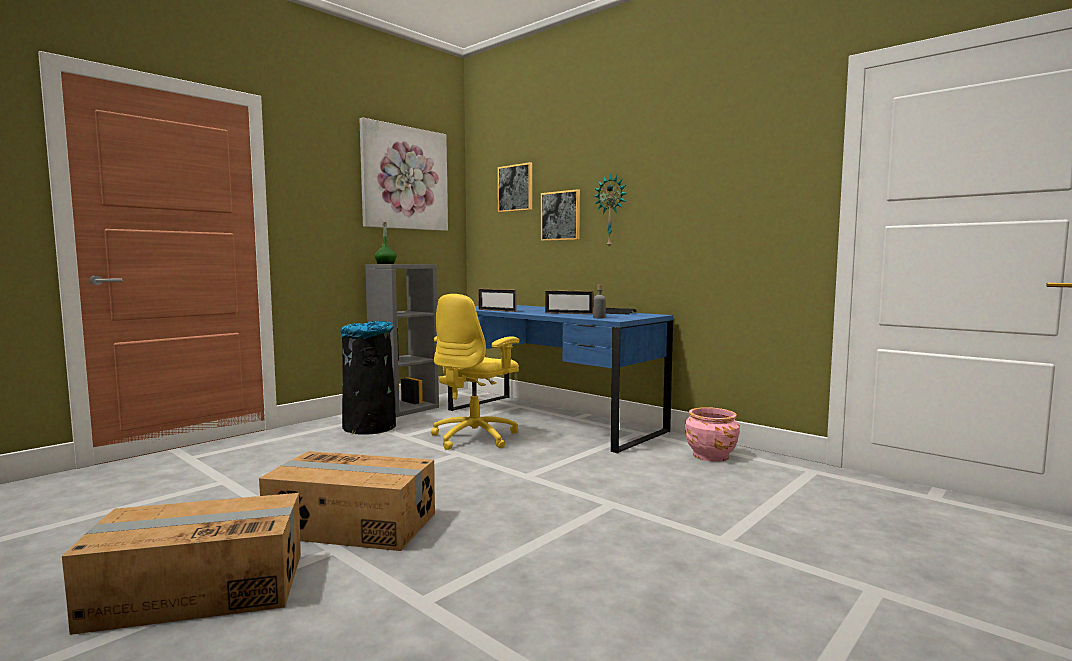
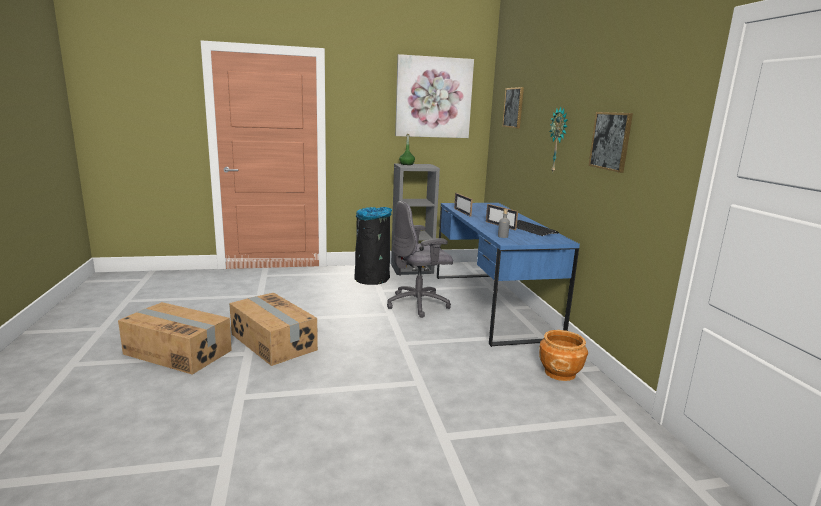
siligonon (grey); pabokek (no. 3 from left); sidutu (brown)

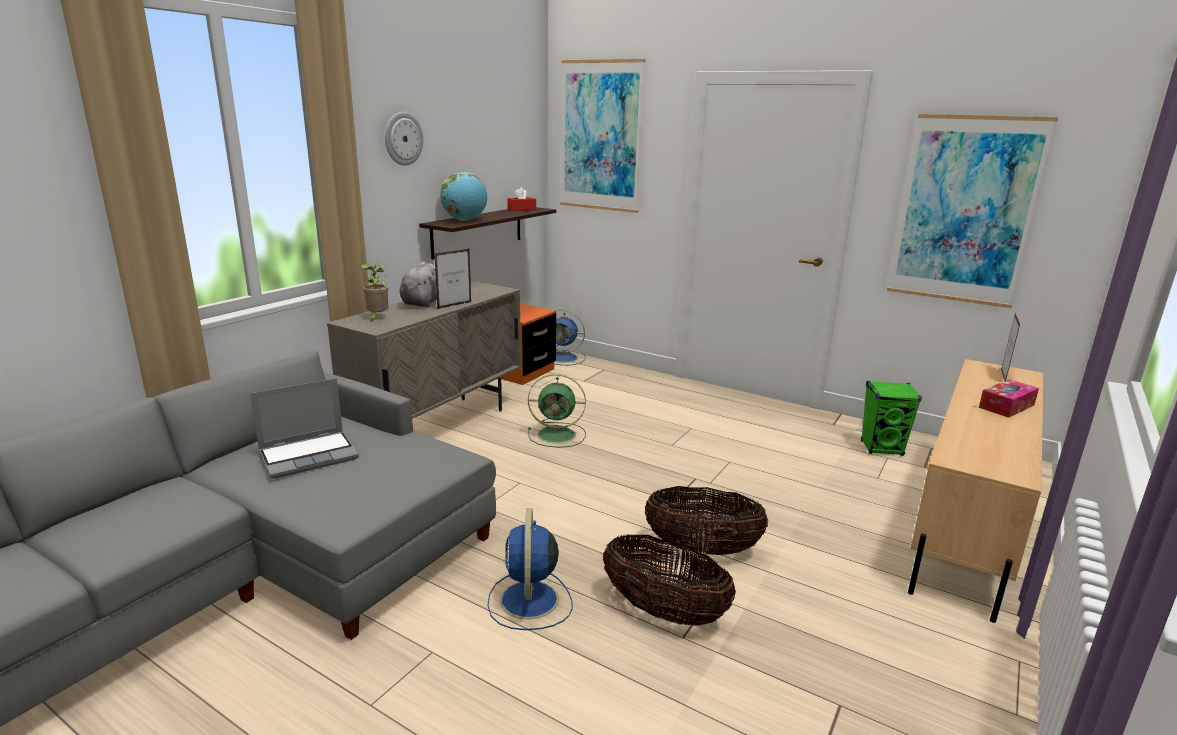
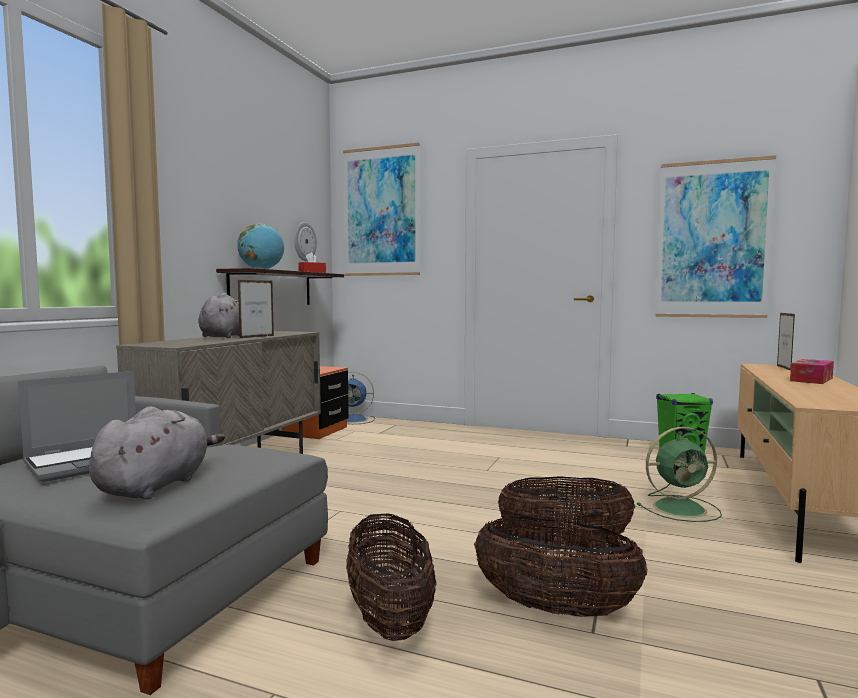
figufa; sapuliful; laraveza (no. 1 from left); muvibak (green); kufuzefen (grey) (no. 1 from left)

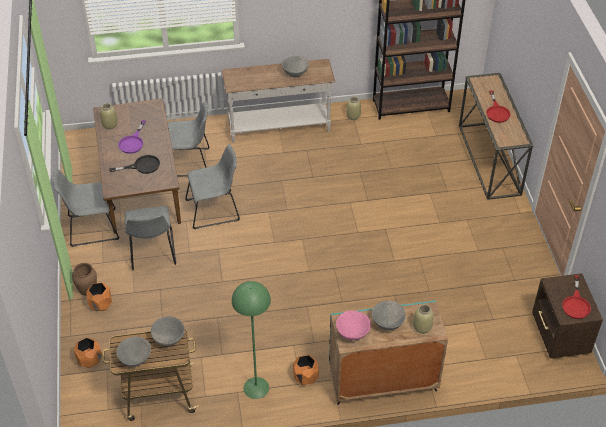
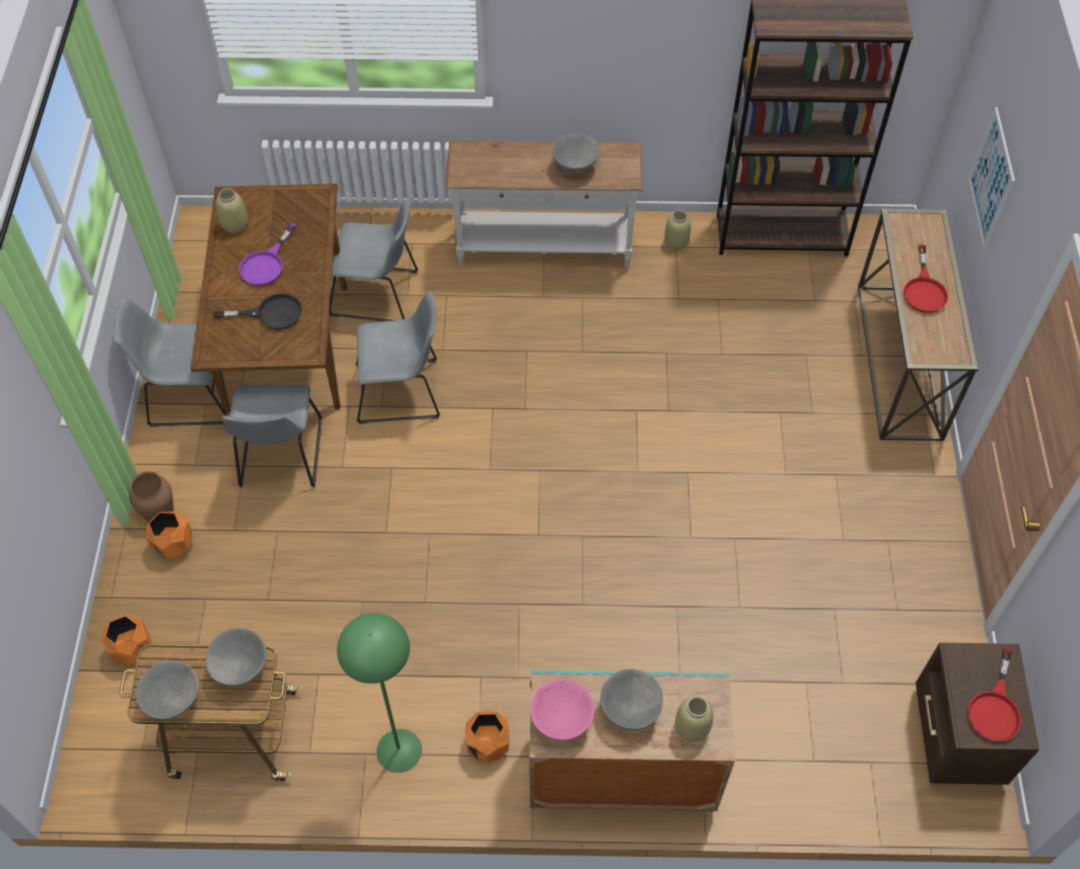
pabokek

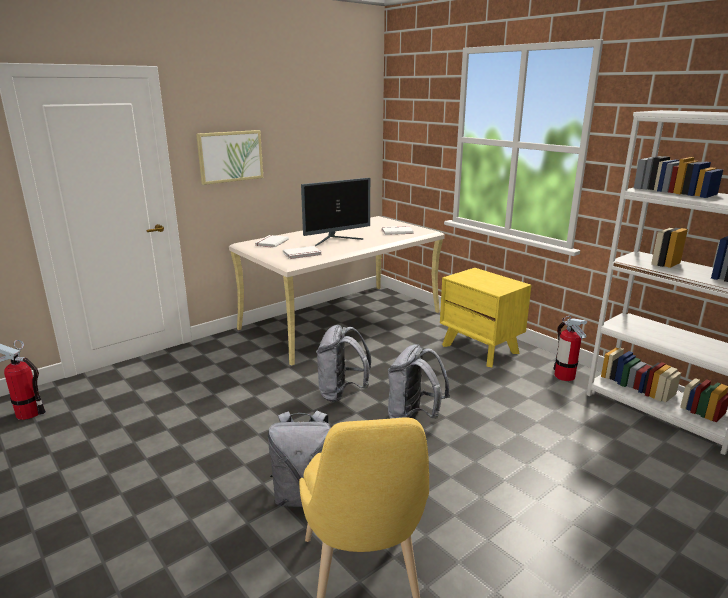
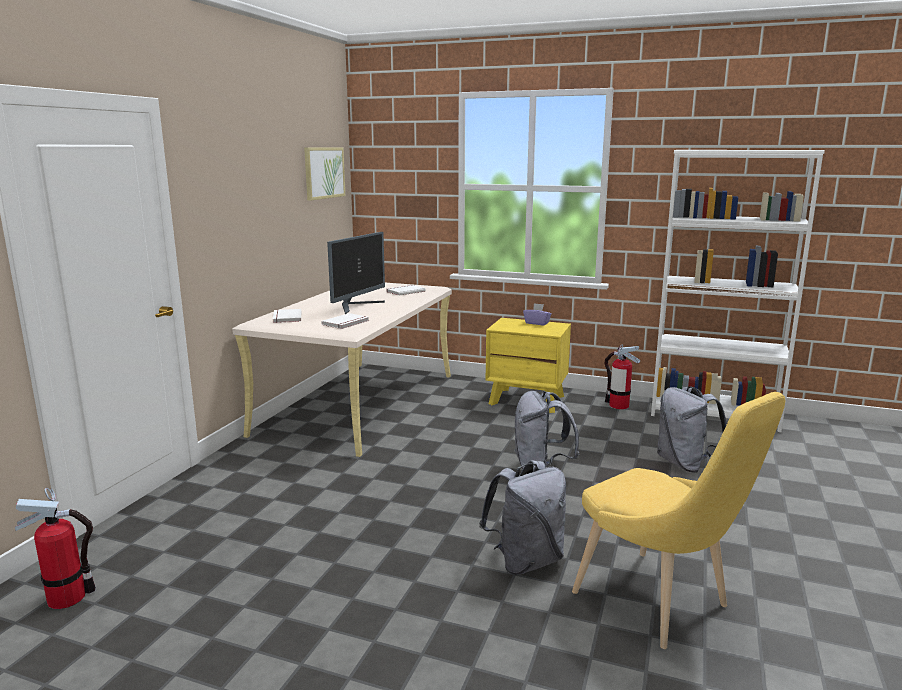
pabokek; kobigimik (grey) (no. 3 from left); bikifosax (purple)

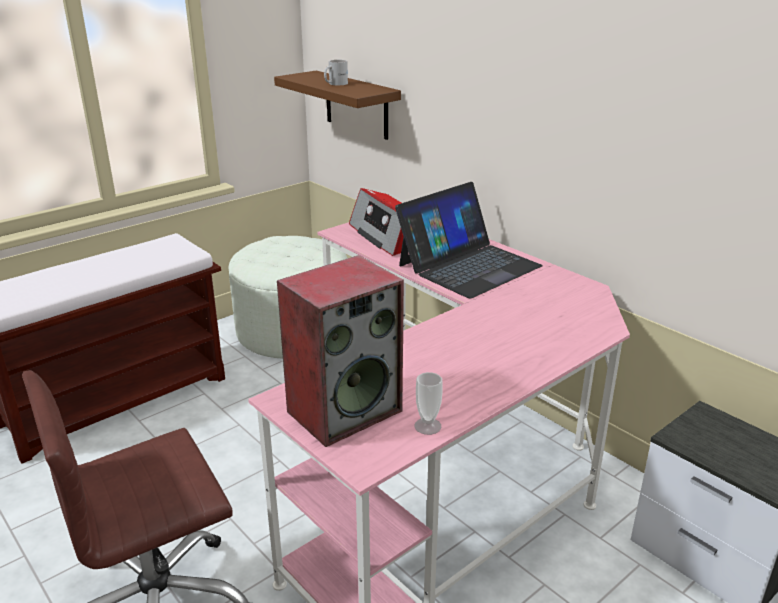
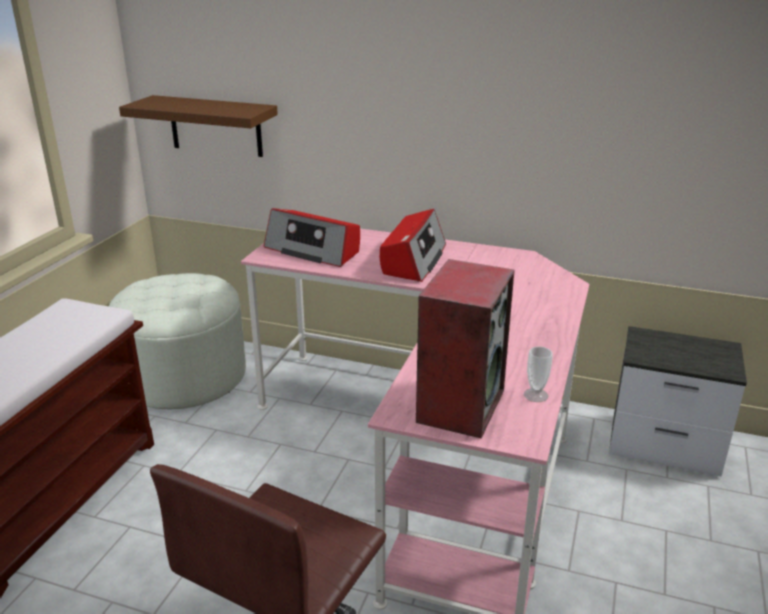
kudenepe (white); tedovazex (no. 2 from left)

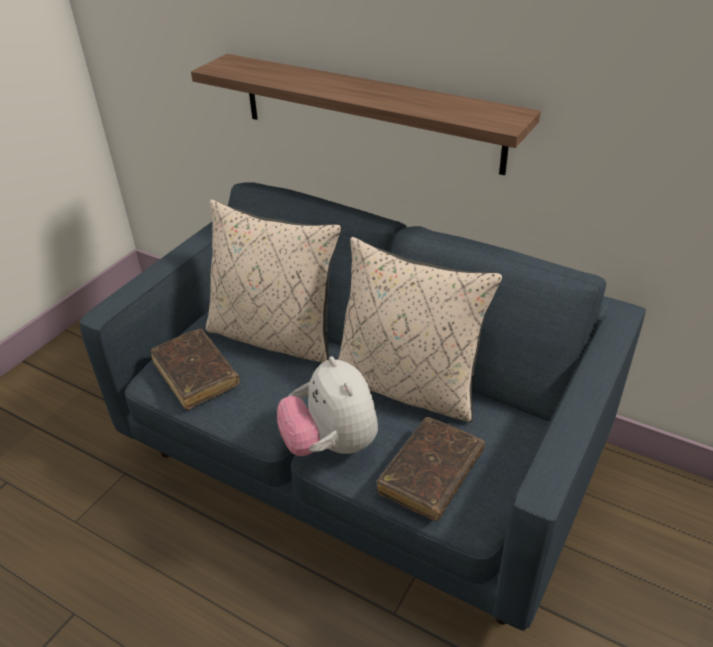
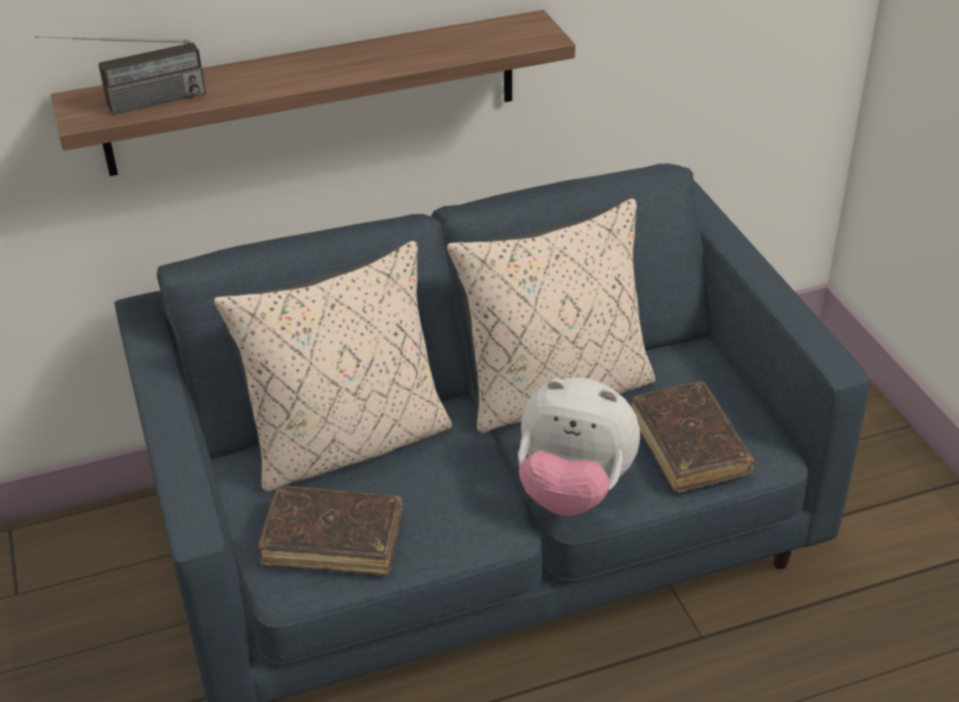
tedovazex

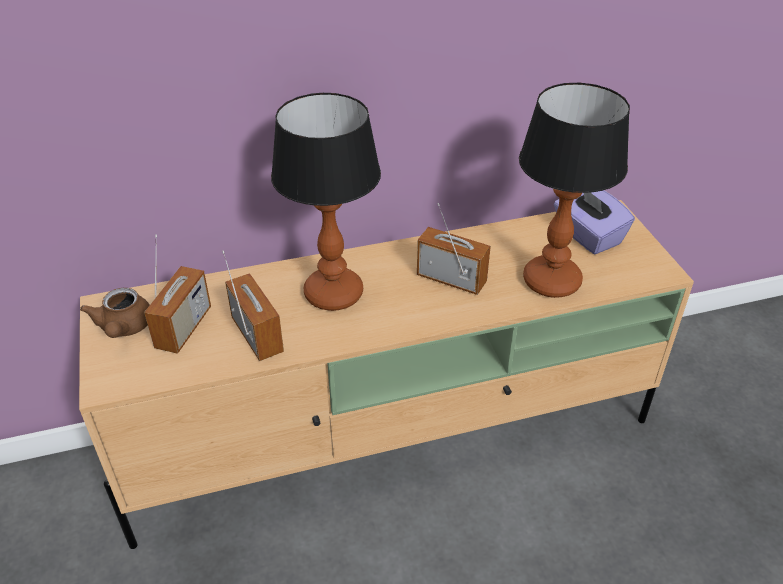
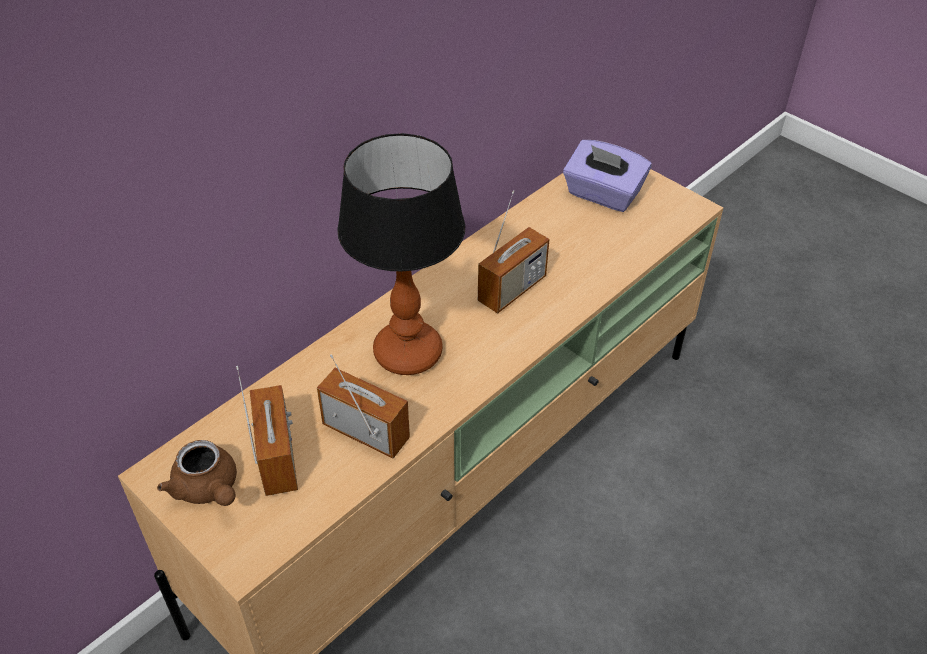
tedovazex (no. 3 from left); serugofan (no. 2 from left in the first image)

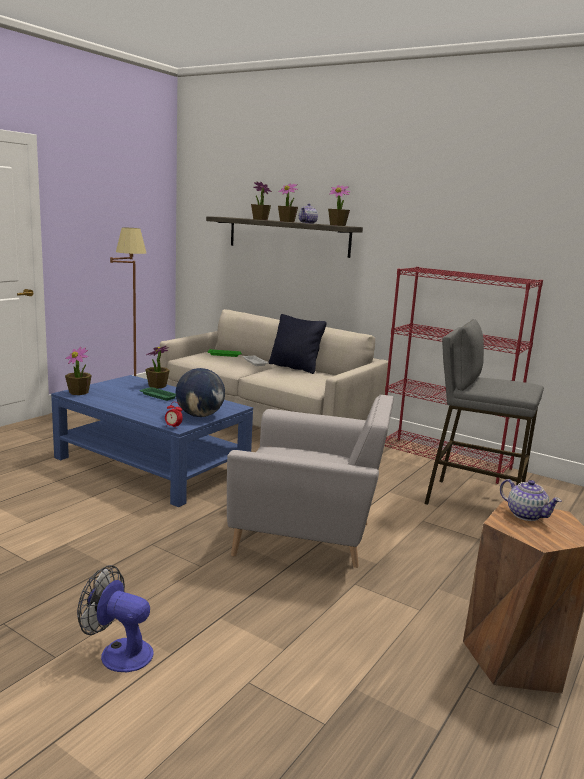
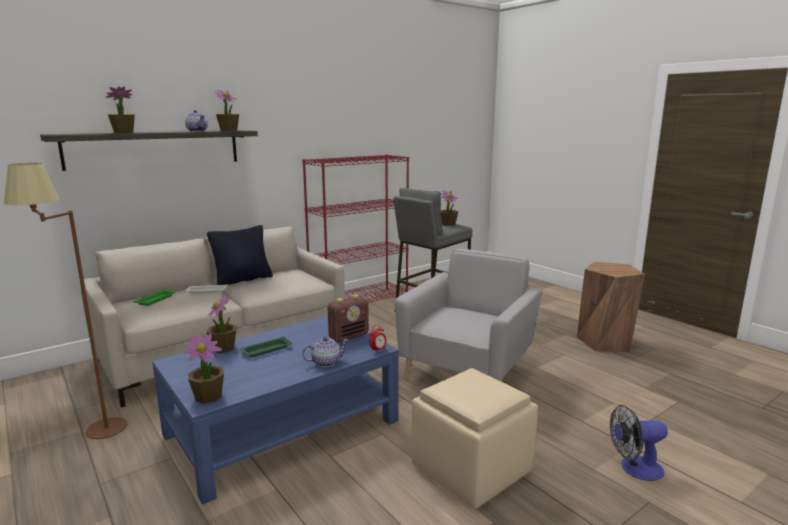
muvibak; tedovazex; figufa (no. 5 from left); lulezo (no. 2 from left); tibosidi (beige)

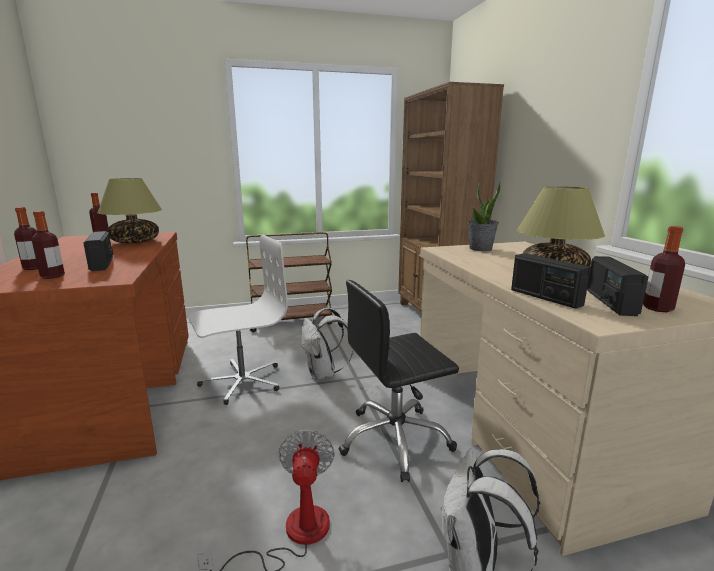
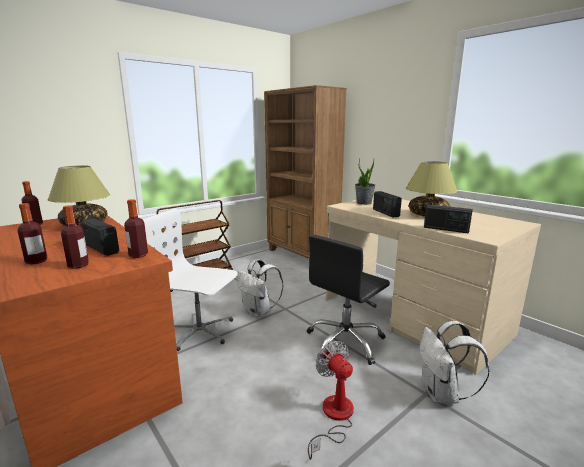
siligonon (white); tedovazex (no. 2 from left); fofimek (no. 4 from left)

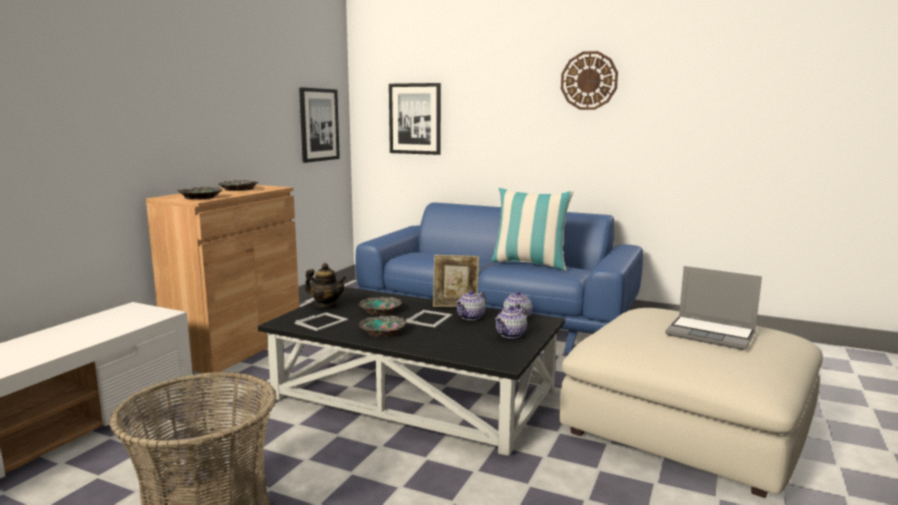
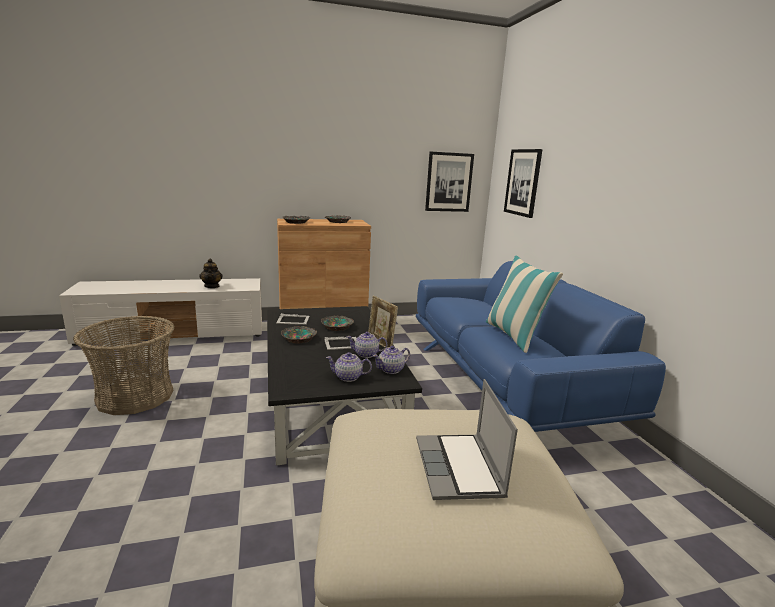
lulezo (no. 1 from left); sapuliful

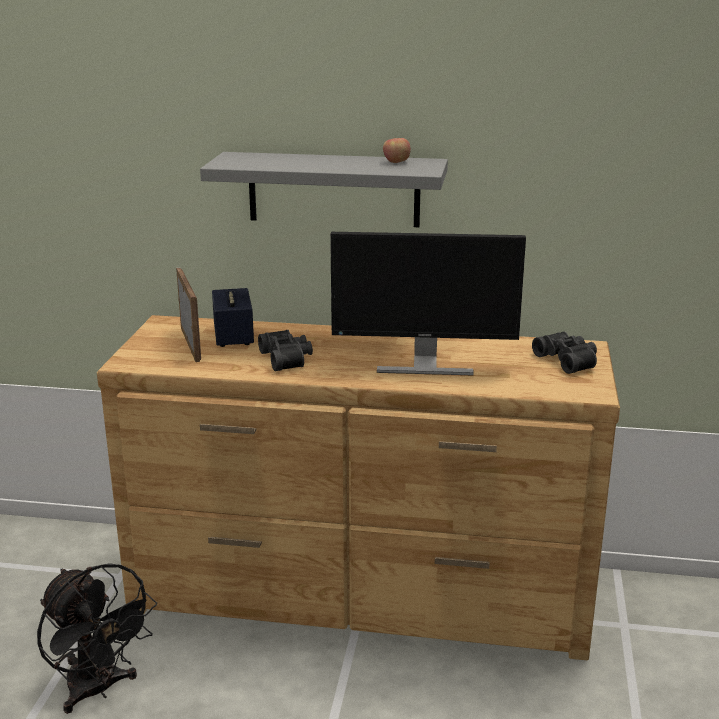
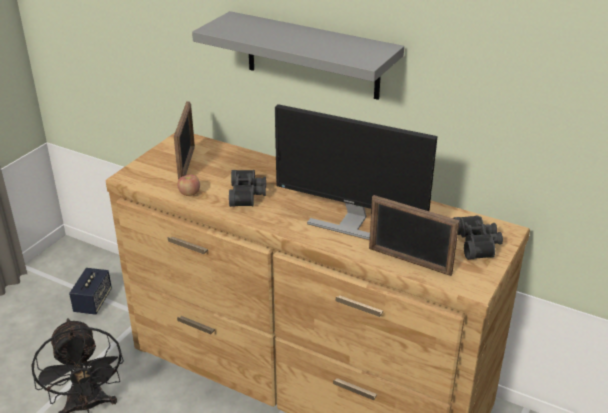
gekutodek; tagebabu; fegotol (no. 2 from left)

